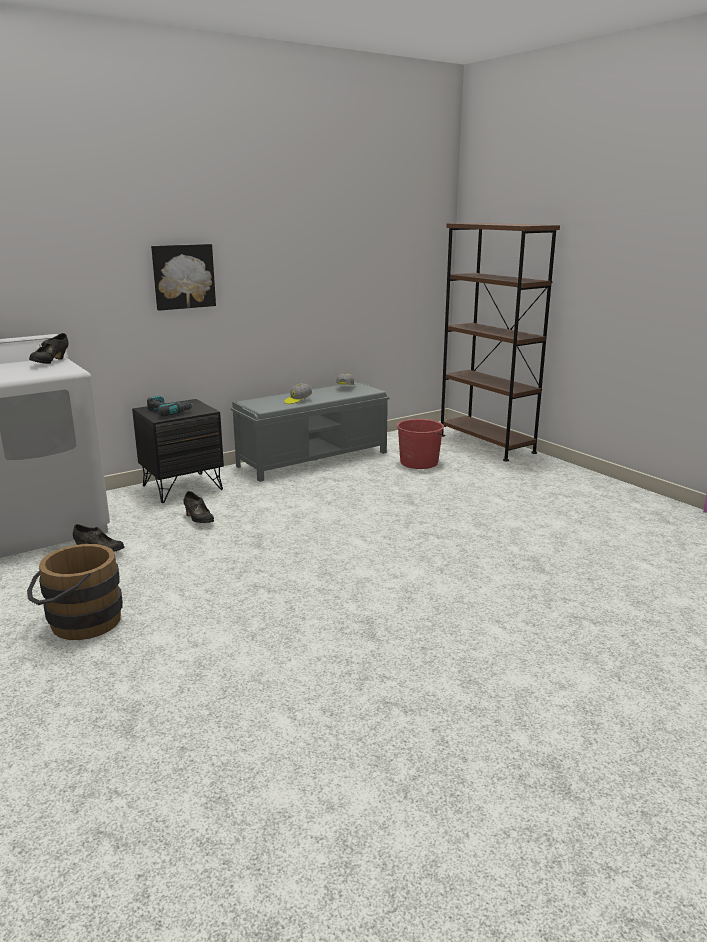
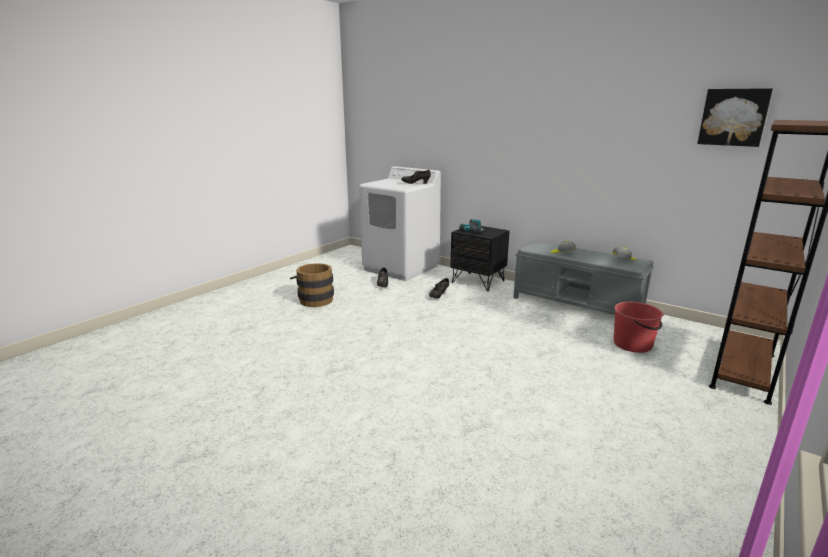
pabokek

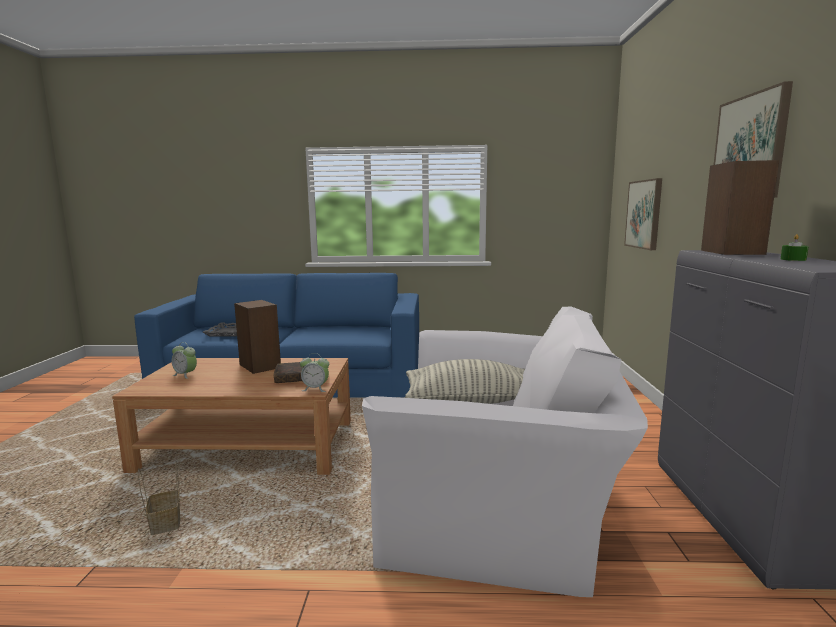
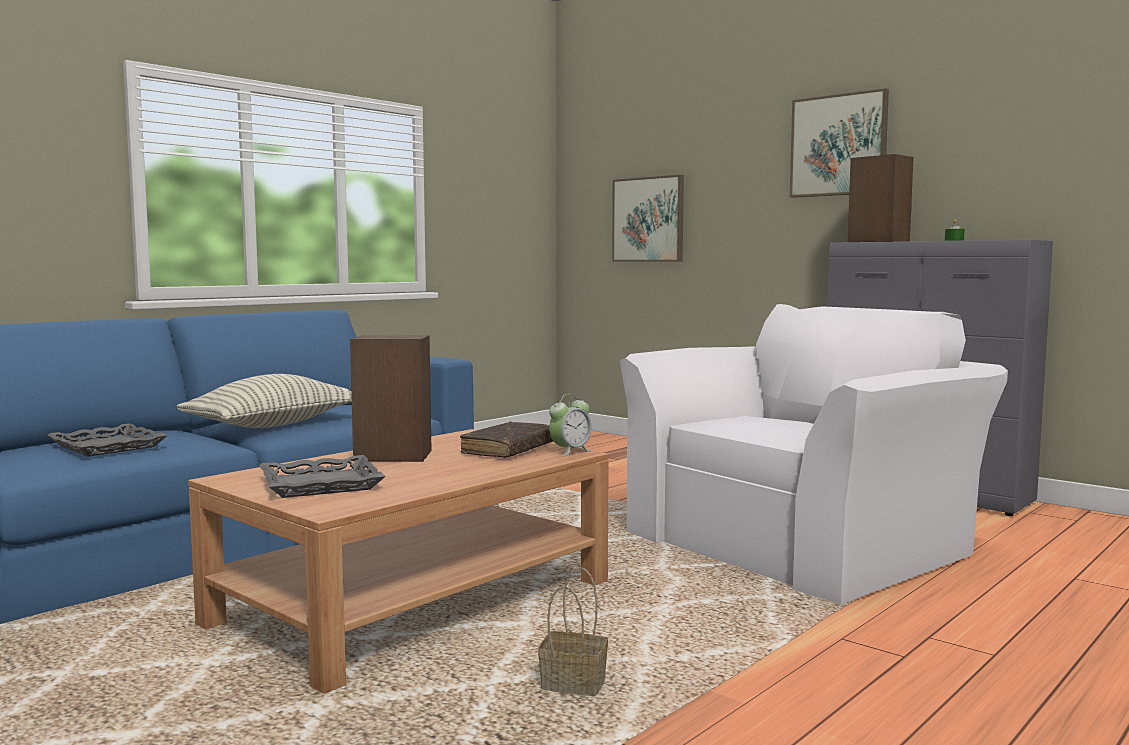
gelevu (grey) (no. 2 from left); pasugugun

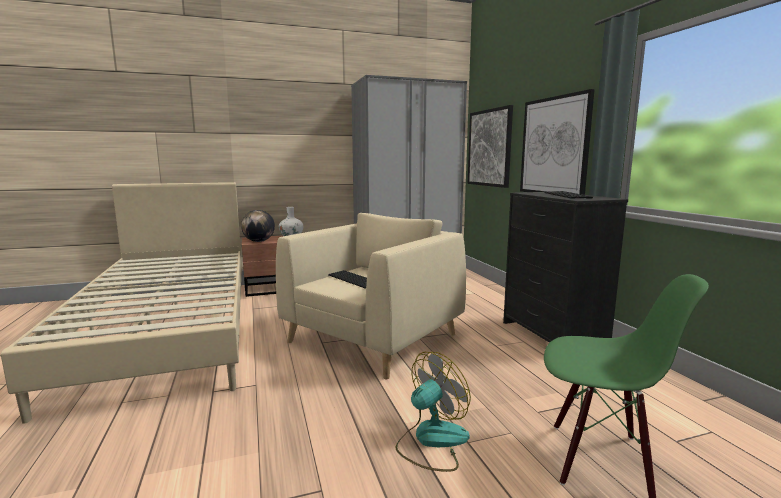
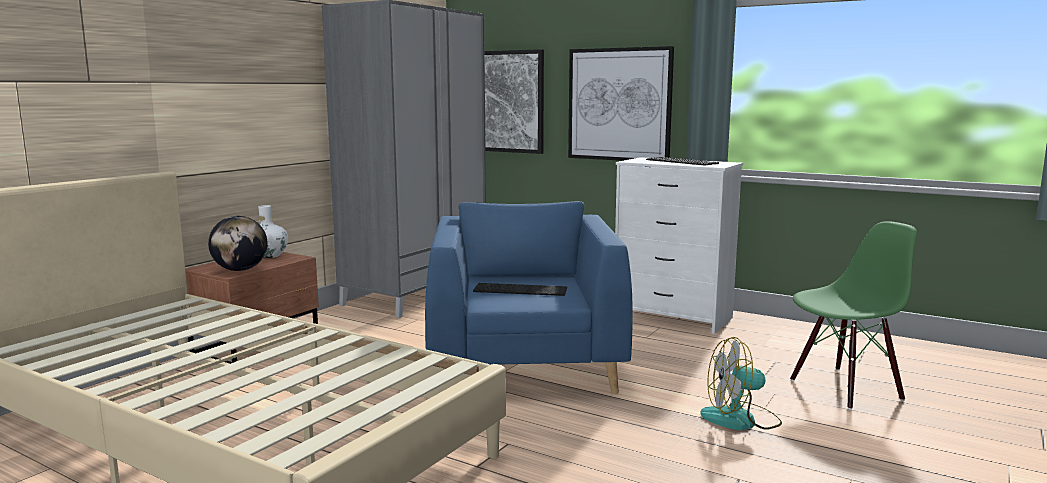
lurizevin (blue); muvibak; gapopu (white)

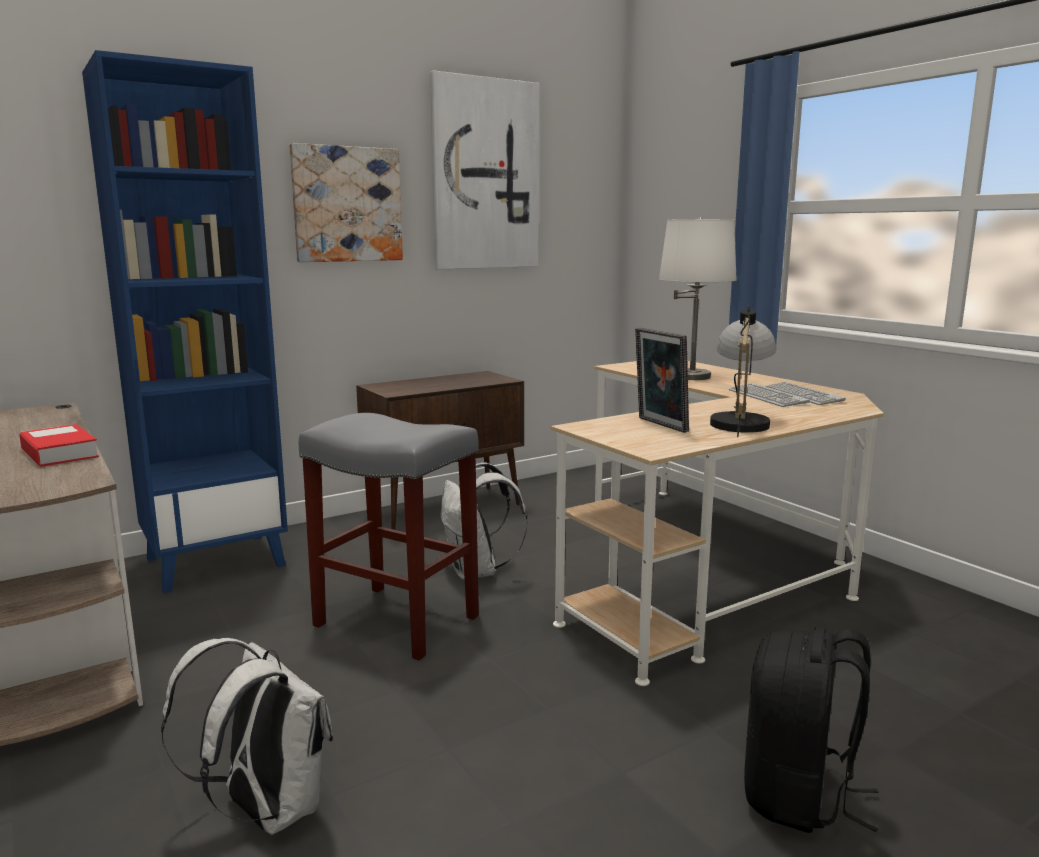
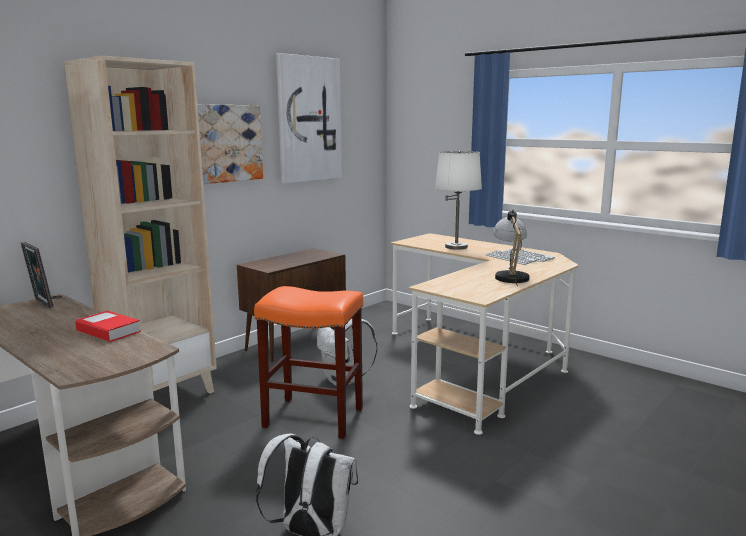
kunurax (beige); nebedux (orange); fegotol; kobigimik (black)

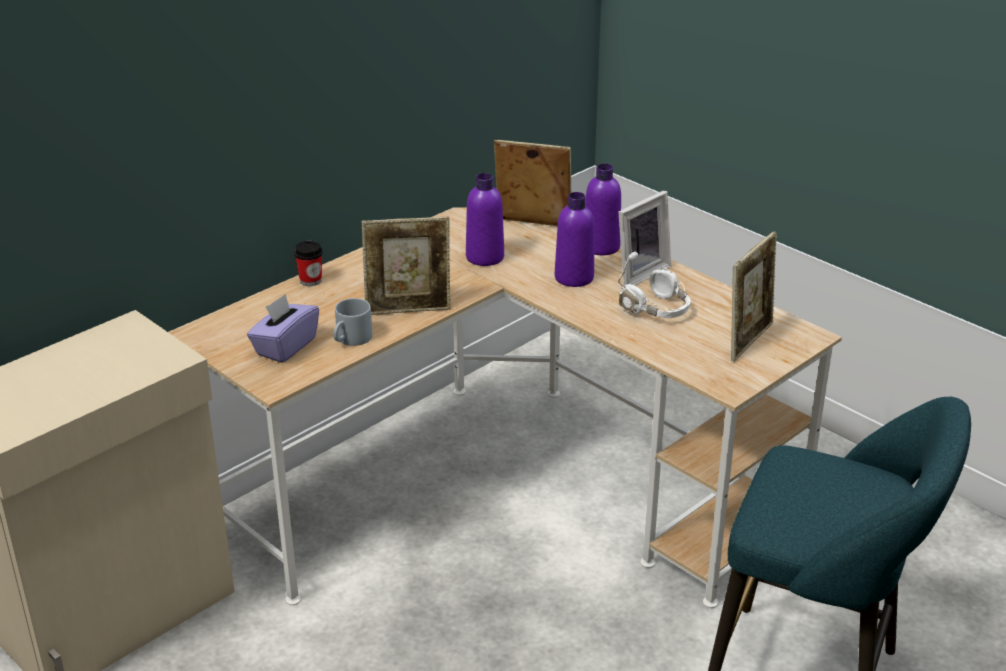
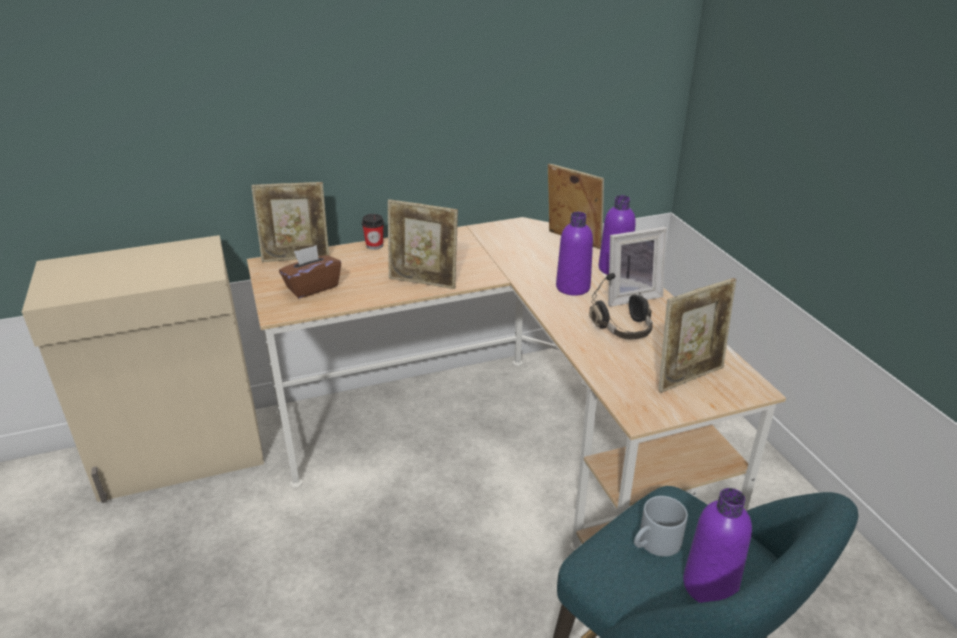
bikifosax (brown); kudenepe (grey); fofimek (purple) (no. 3 from left); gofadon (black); fegotol (no. 1 from left)

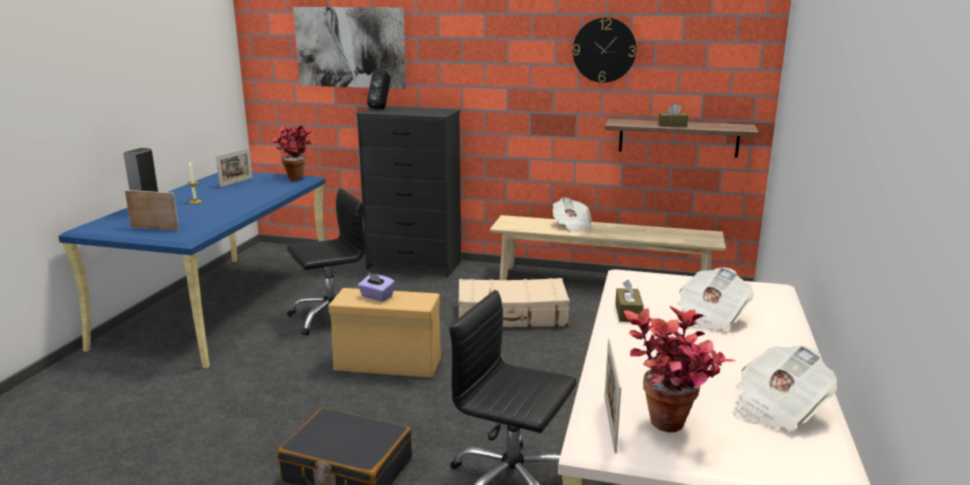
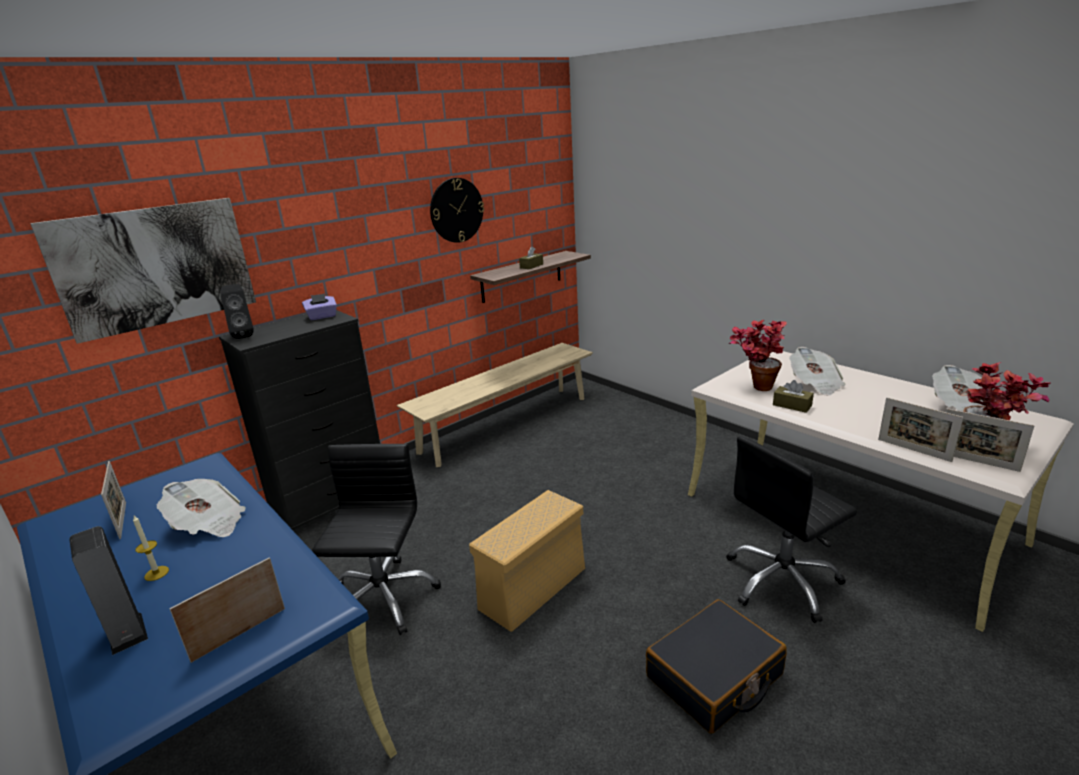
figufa (no. 1 from left); bikifosax (purple); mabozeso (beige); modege (no. 1 from left); fegotol (no. 3 from left)

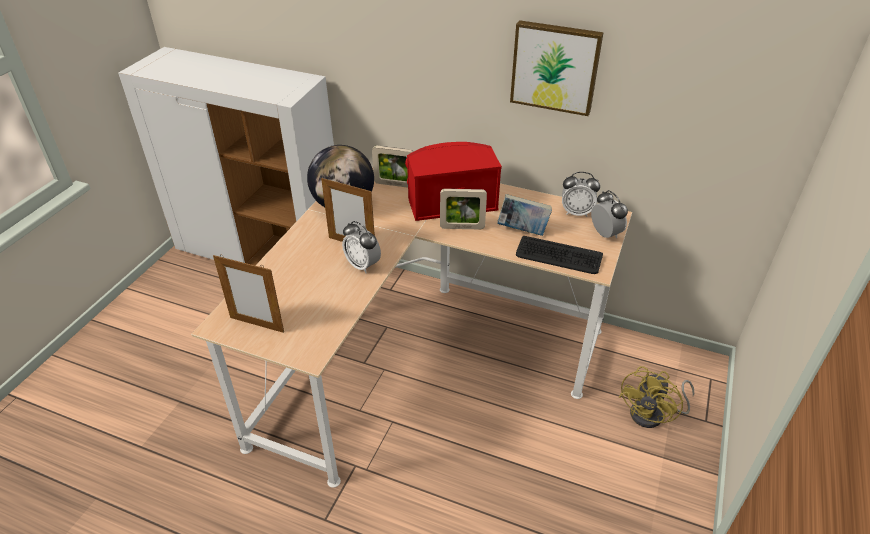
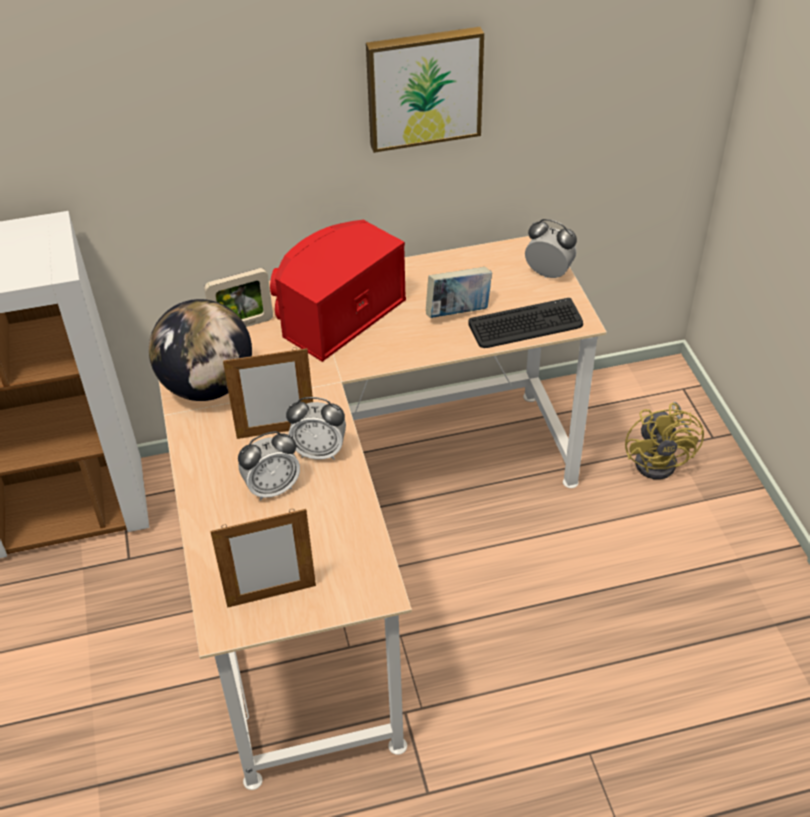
fegotol (no. 4 from left in the first image); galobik (no. 1 from left)

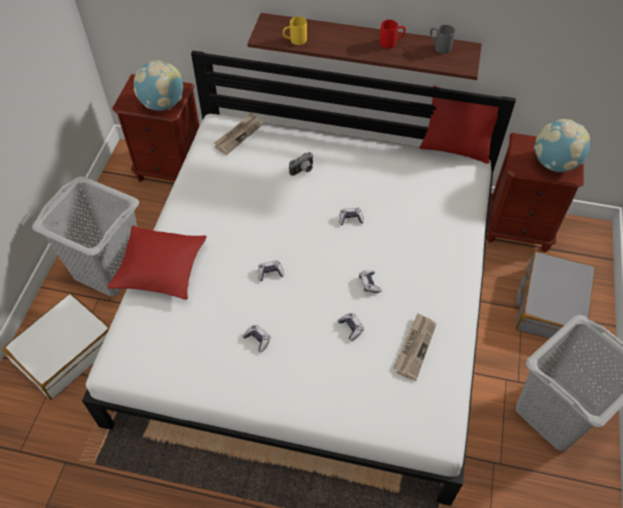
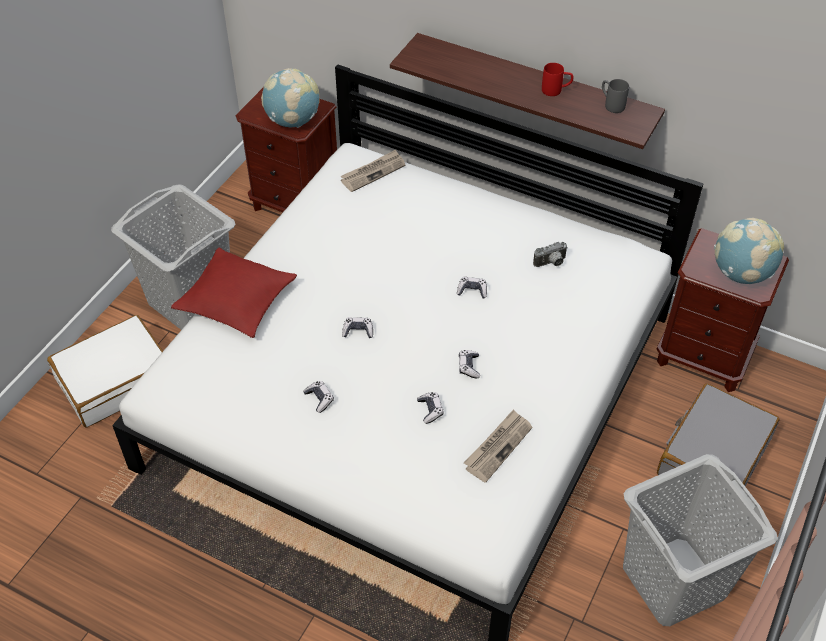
kudenepe (yellow); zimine; pasugugun (red) (no. 2 from left in the first image)

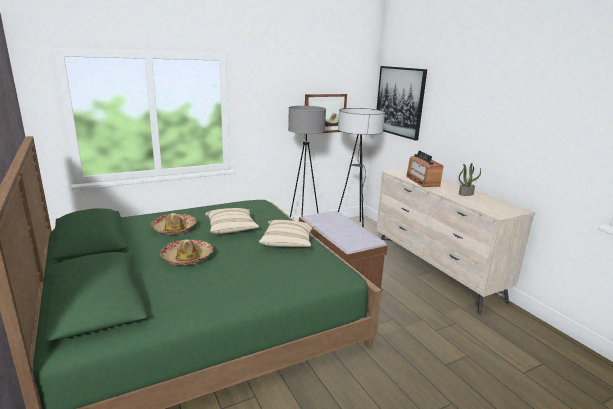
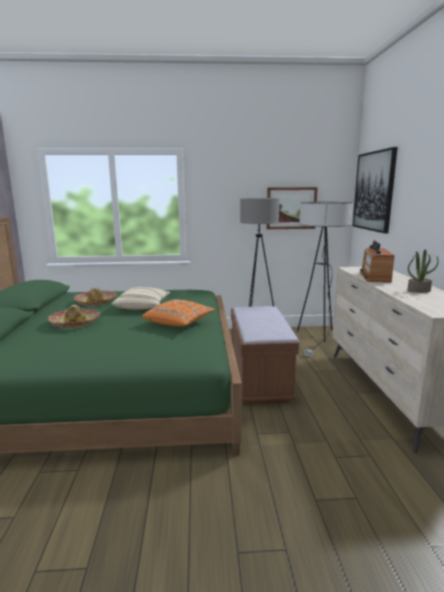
pasugugun (orange)

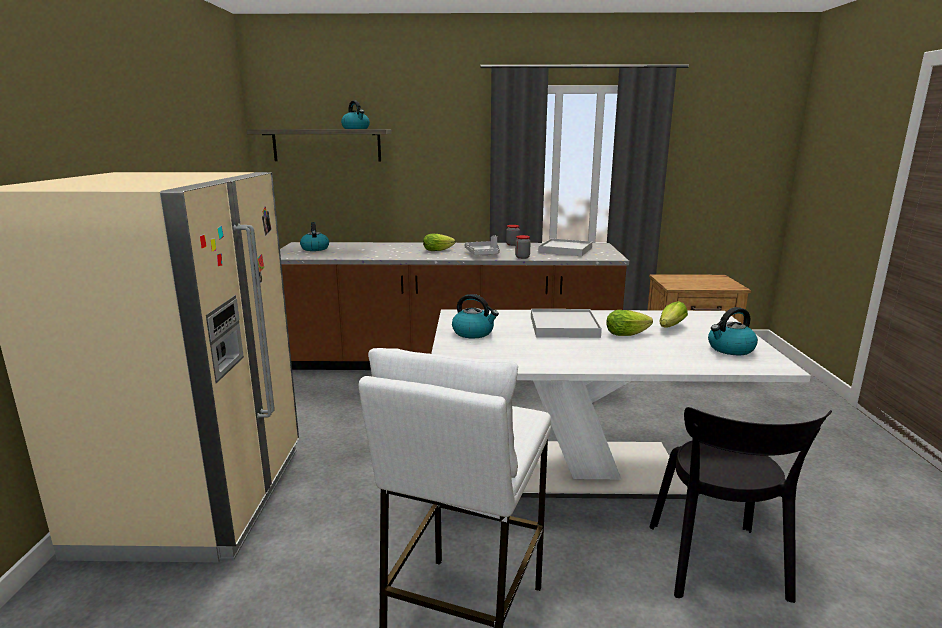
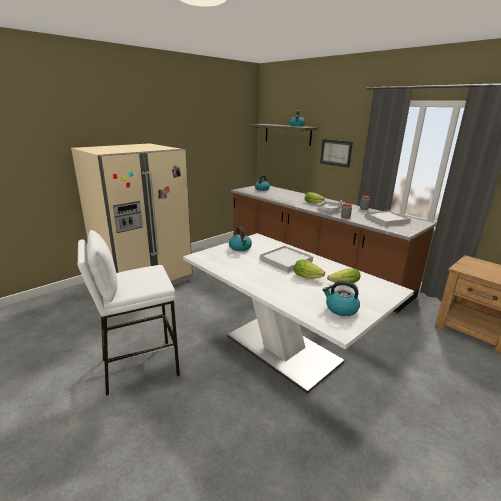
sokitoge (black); pabokek

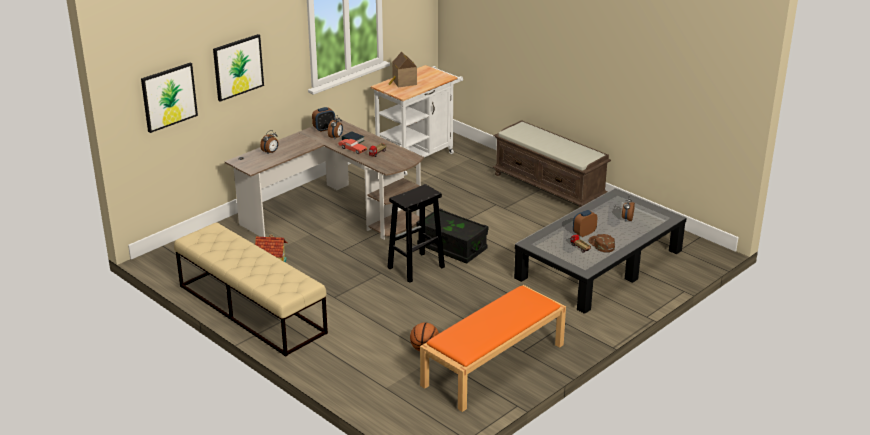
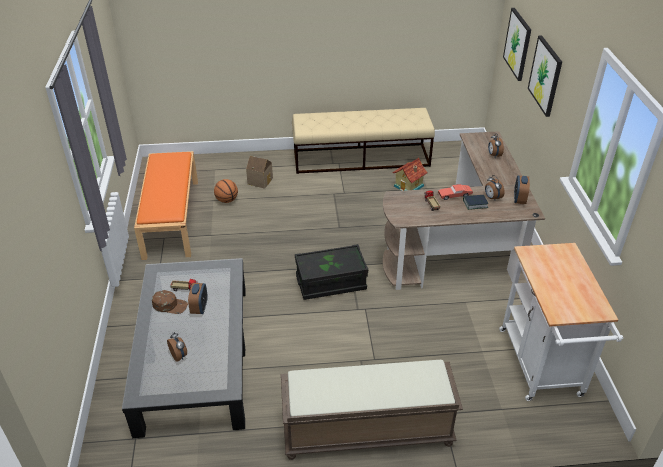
nebedux (black); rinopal (no. 1 from left)

